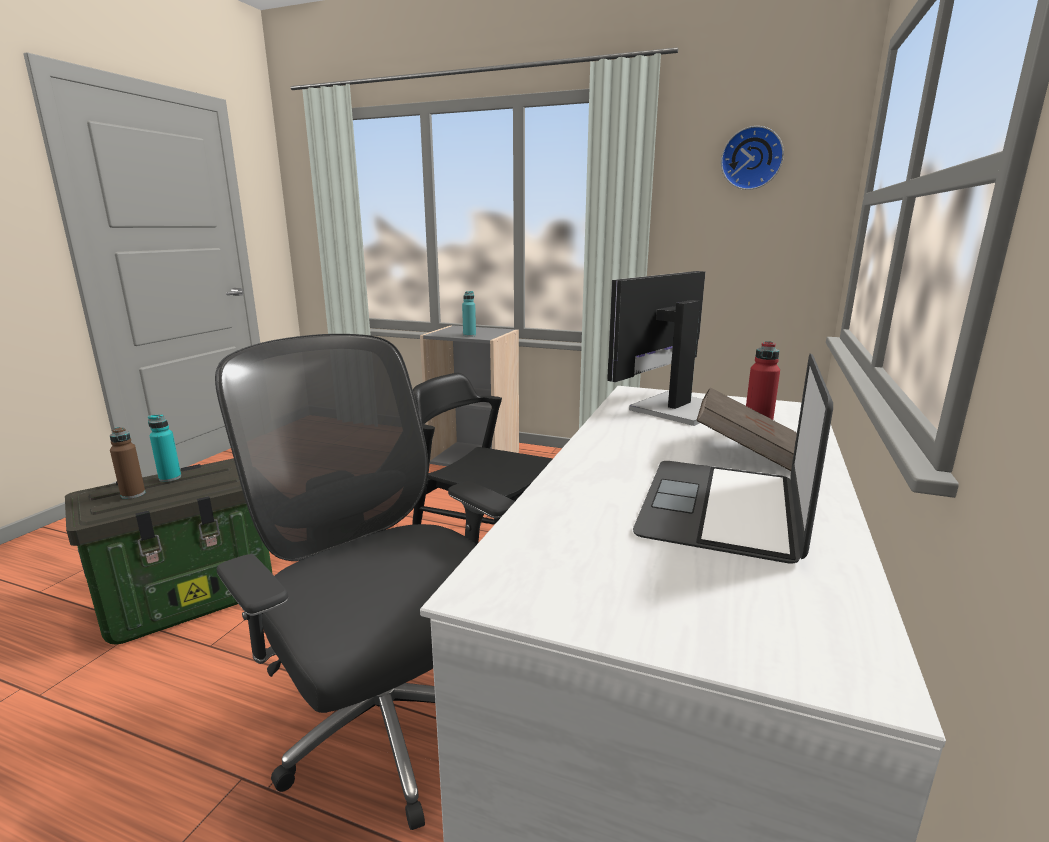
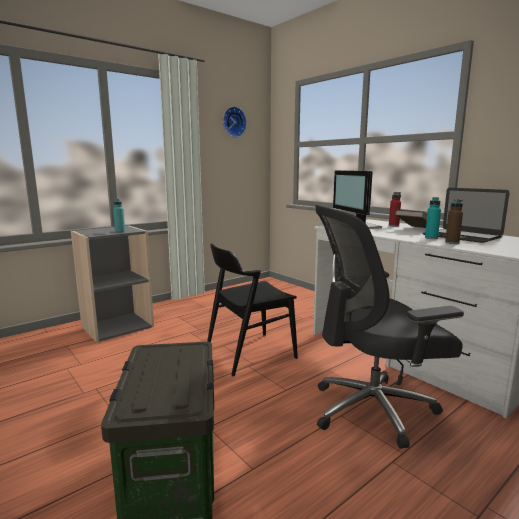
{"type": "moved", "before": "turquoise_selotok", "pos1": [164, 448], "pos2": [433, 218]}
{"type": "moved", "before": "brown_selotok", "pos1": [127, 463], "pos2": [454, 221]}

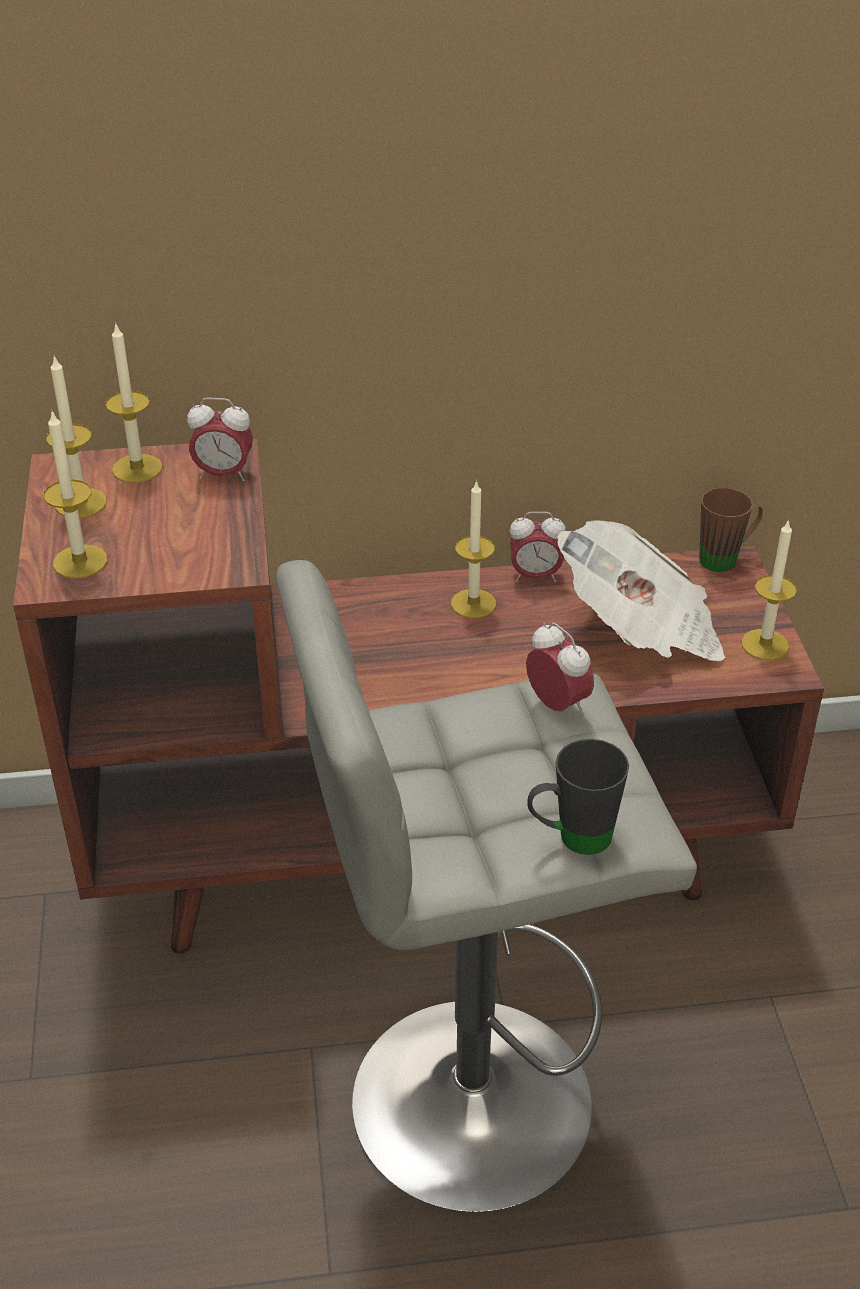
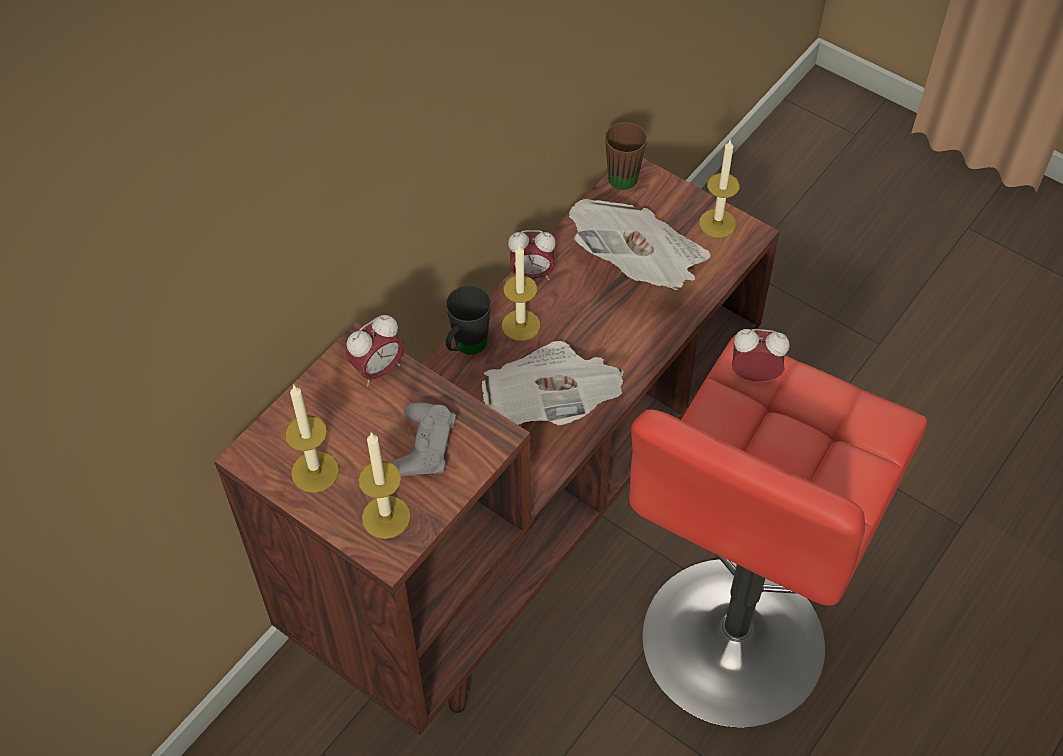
{"type": "removed", "before": "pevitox", "pos1": [134, 402]}
{"type": "turned", "before": "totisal", "pos1": [538, 547], "pos2": [532, 255], "turn": 45}
{"type": "recoloured", "before": "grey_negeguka", "after": "red_negeguka", "pos1": [486, 886], "pos2": [778, 531]}
{"type": "moved", "before": "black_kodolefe", "pos1": [578, 797], "pos2": [468, 320]}
{"type": "added", "after": "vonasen", "pos2": [552, 383]}
{"type": "added", "after": "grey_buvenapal", "pos2": [424, 439]}

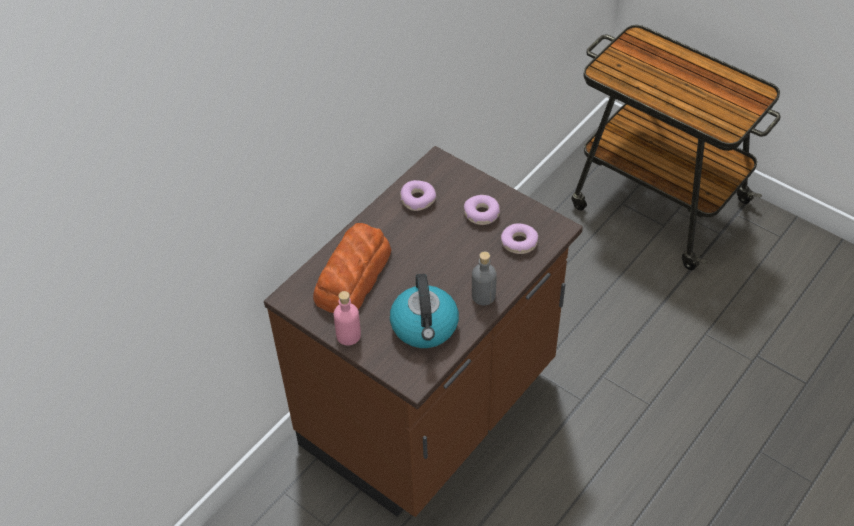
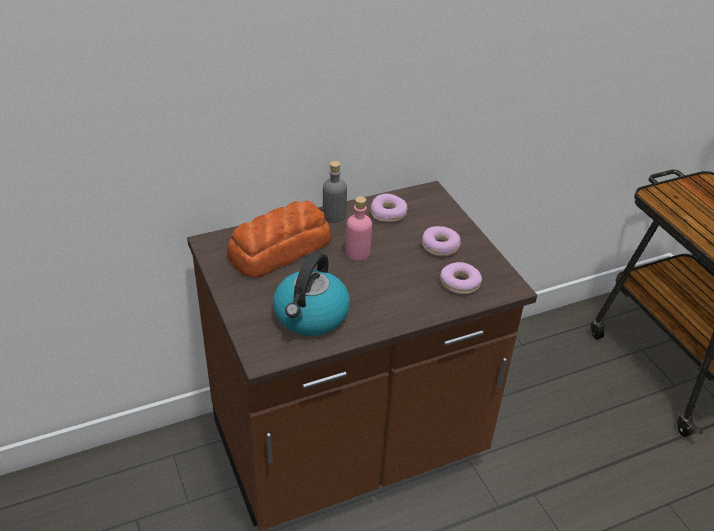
{"type": "moved", "before": "grey_selotok", "pos1": [484, 278], "pos2": [335, 192]}
{"type": "moved", "before": "pink_selotok", "pos1": [347, 318], "pos2": [359, 228]}

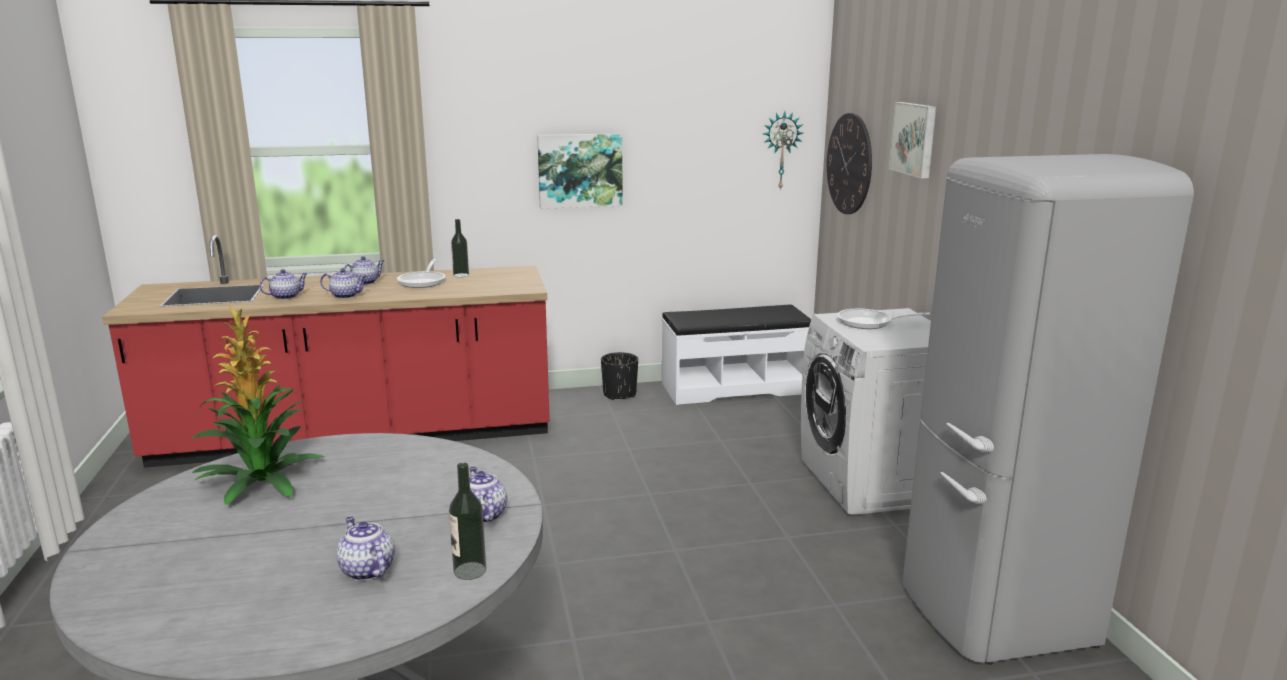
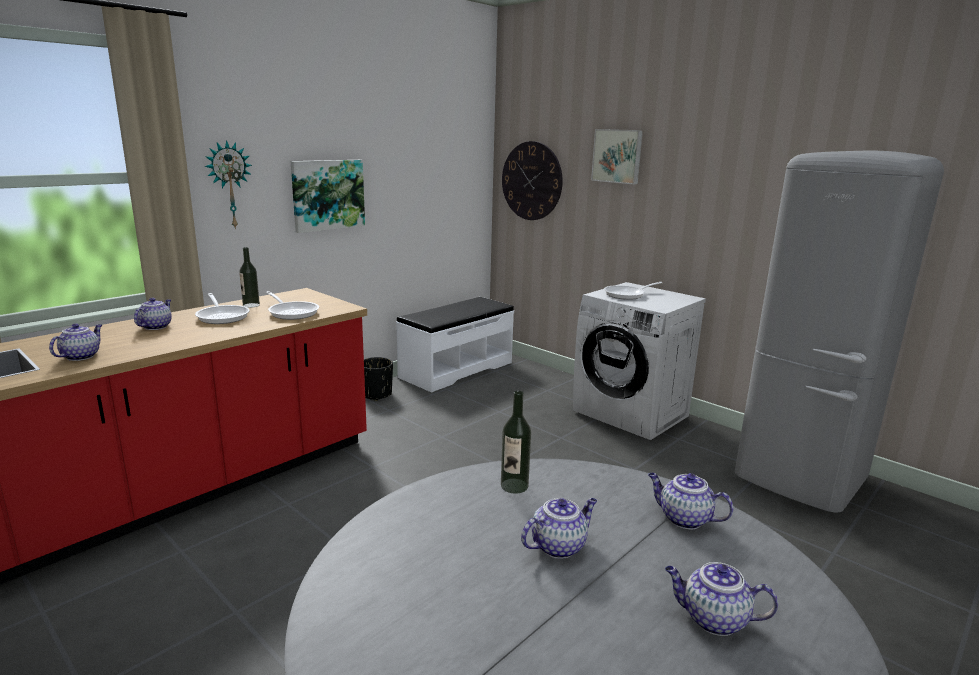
{"type": "moved", "before": "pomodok", "pos1": [783, 151], "pos2": [228, 185]}
{"type": "moved", "before": "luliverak", "pos1": [343, 284], "pos2": [559, 528]}
{"type": "removed", "before": "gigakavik", "pos1": [258, 405]}
{"type": "moved", "before": "selotok", "pos1": [467, 521], "pos2": [516, 442]}
{"type": "added", "after": "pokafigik", "pos2": [292, 305]}

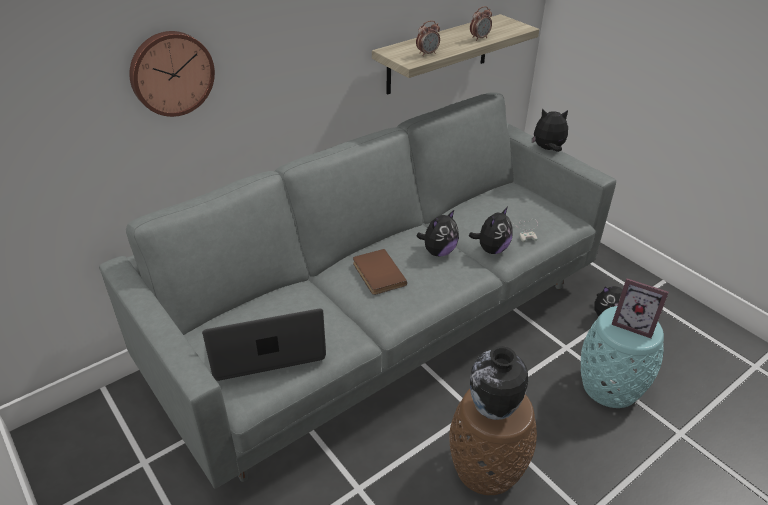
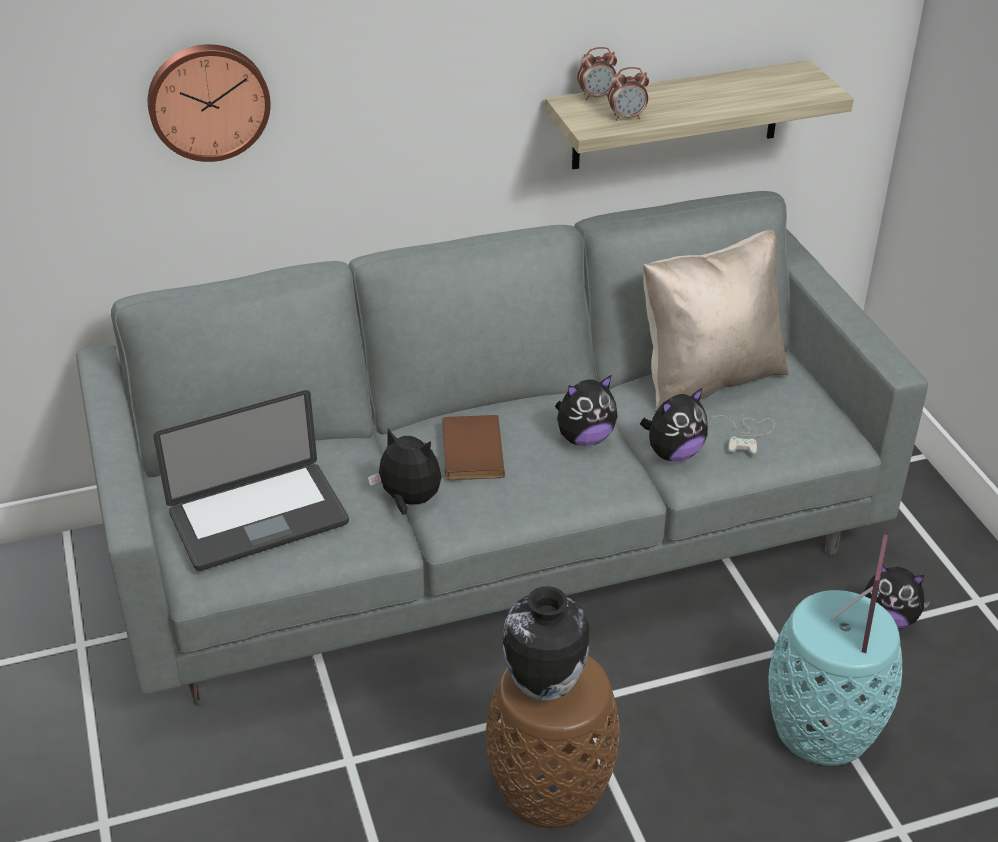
{"type": "moved", "before": "totisal", "pos1": [481, 23], "pos2": [597, 73]}
{"type": "moved", "before": "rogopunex", "pos1": [550, 130], "pos2": [404, 471]}
{"type": "turned", "before": "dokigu", "pos1": [640, 308], "pos2": [859, 593], "turn": -120}
{"type": "turned", "before": "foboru", "pos1": [264, 345], "pos2": [251, 480], "turn": 150}
{"type": "added", "after": "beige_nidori", "pos2": [715, 321]}

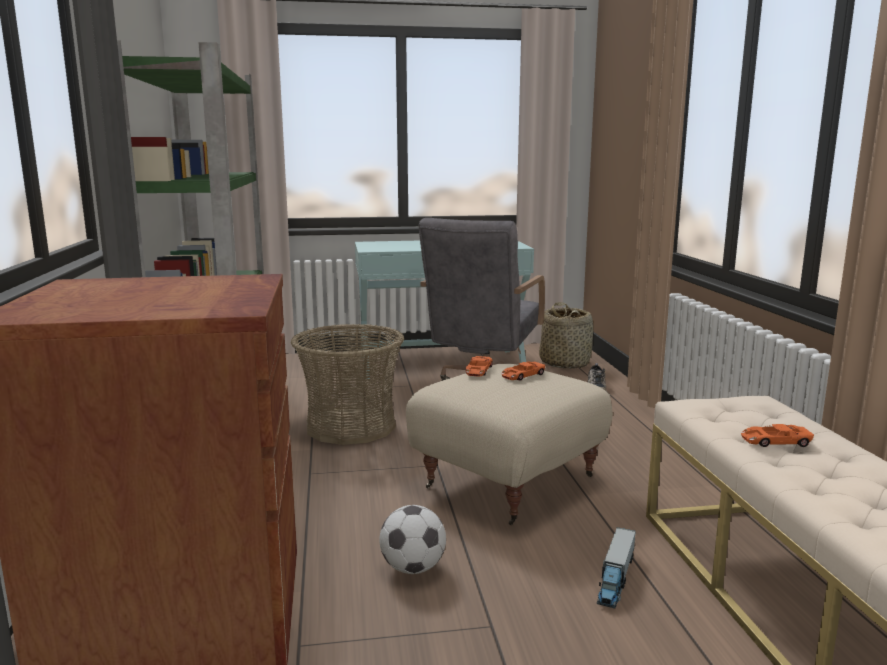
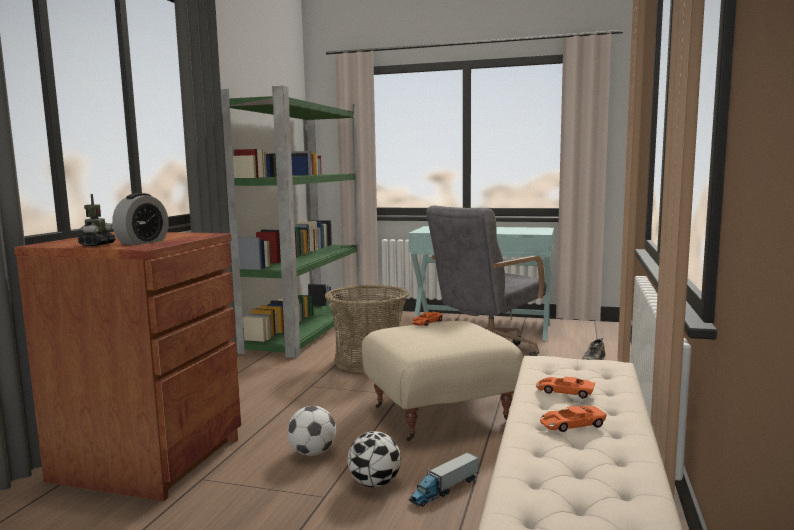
{"type": "removed", "before": "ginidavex", "pos1": [566, 335]}
{"type": "moved", "before": "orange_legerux", "pos1": [523, 371], "pos2": [573, 419]}
{"type": "added", "after": "totisal", "pos2": [140, 219]}
{"type": "added", "after": "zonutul", "pos2": [97, 220]}
{"type": "added", "after": "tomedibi", "pos2": [374, 459]}

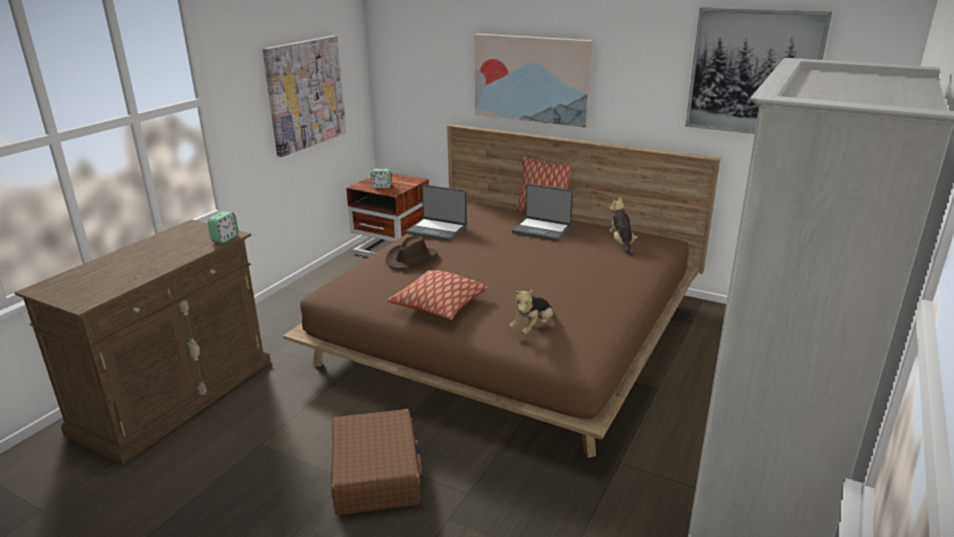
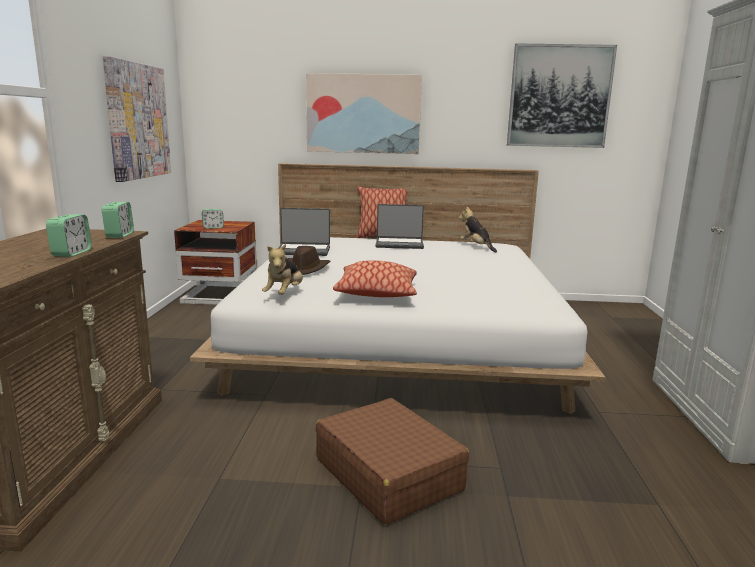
{"type": "recoloured", "before": "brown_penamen", "after": "white_penamen", "pos1": [501, 291], "pos2": [397, 288]}
{"type": "moved", "before": "rogopunex", "pos1": [531, 312], "pos2": [282, 269]}
{"type": "added", "after": "totisal", "pos2": [69, 235]}

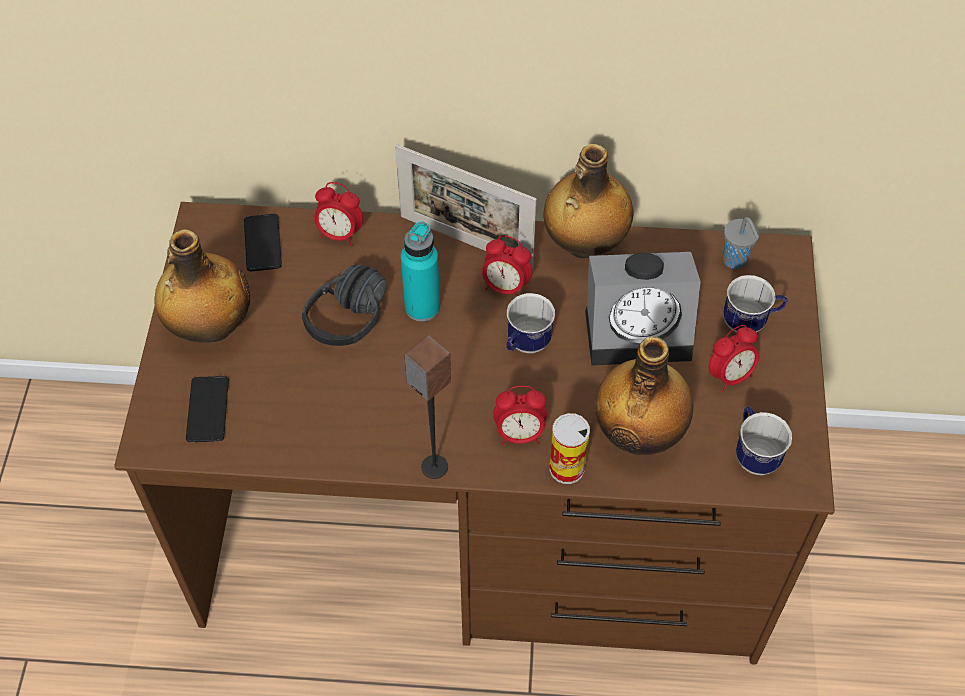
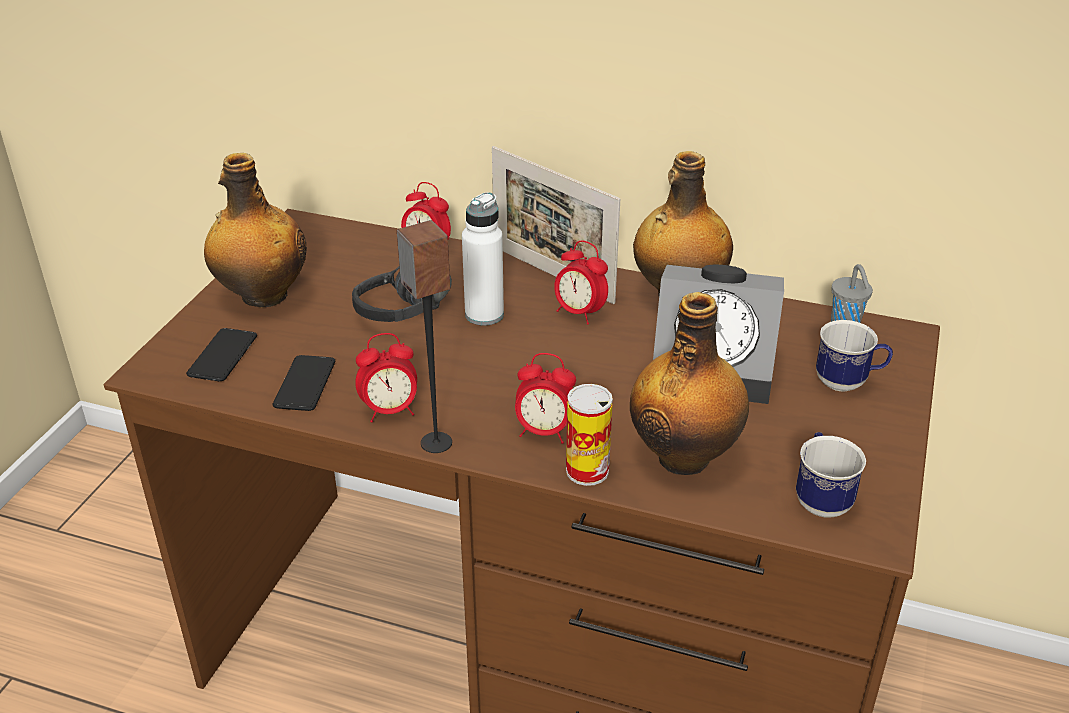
{"type": "moved", "before": "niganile", "pos1": [263, 242], "pos2": [304, 383]}
{"type": "recoloured", "before": "turquoise_selotok", "after": "white_selotok", "pos1": [420, 271], "pos2": [483, 259]}
{"type": "removed", "before": "kodolefe", "pos1": [531, 323]}
{"type": "moved", "before": "totisal", "pos1": [734, 358], "pos2": [386, 378]}

